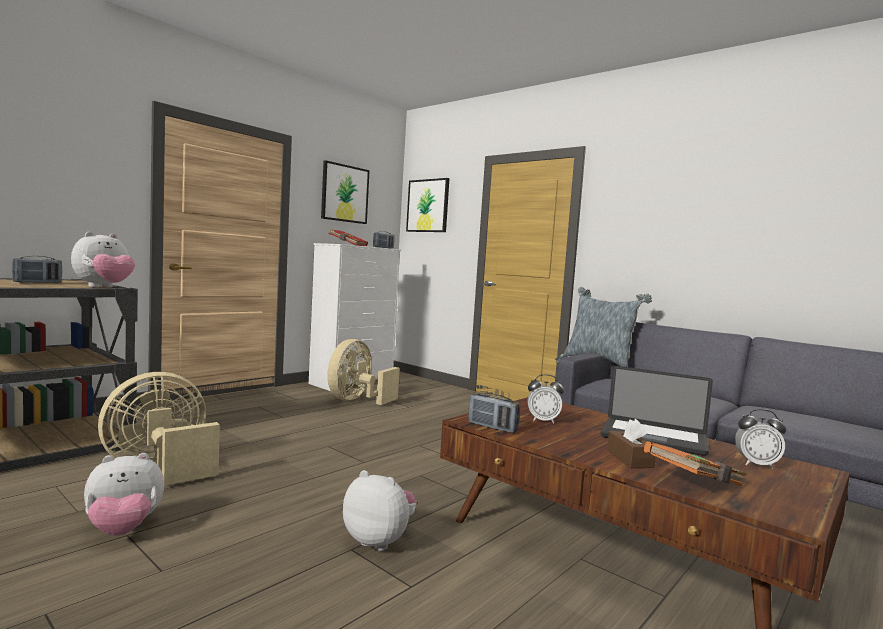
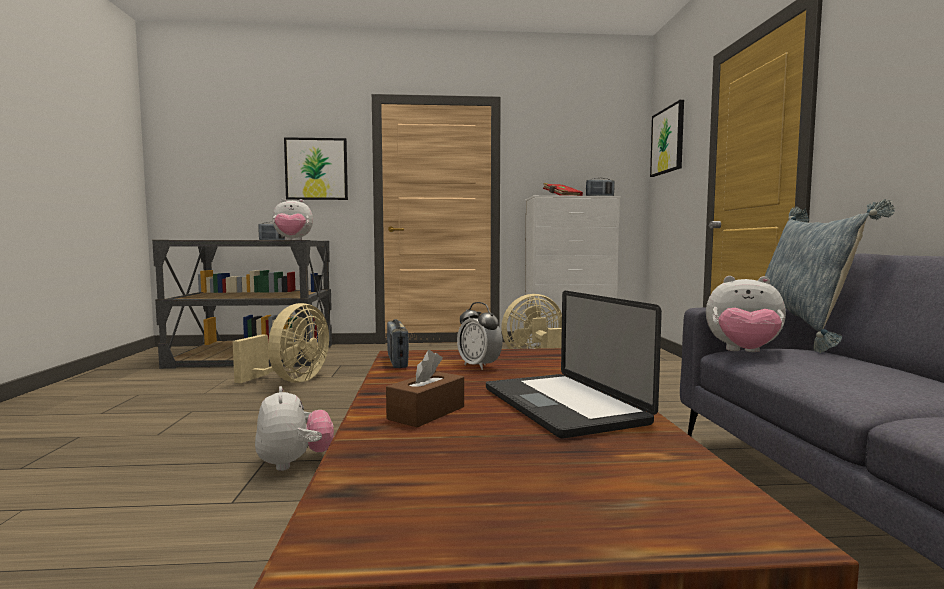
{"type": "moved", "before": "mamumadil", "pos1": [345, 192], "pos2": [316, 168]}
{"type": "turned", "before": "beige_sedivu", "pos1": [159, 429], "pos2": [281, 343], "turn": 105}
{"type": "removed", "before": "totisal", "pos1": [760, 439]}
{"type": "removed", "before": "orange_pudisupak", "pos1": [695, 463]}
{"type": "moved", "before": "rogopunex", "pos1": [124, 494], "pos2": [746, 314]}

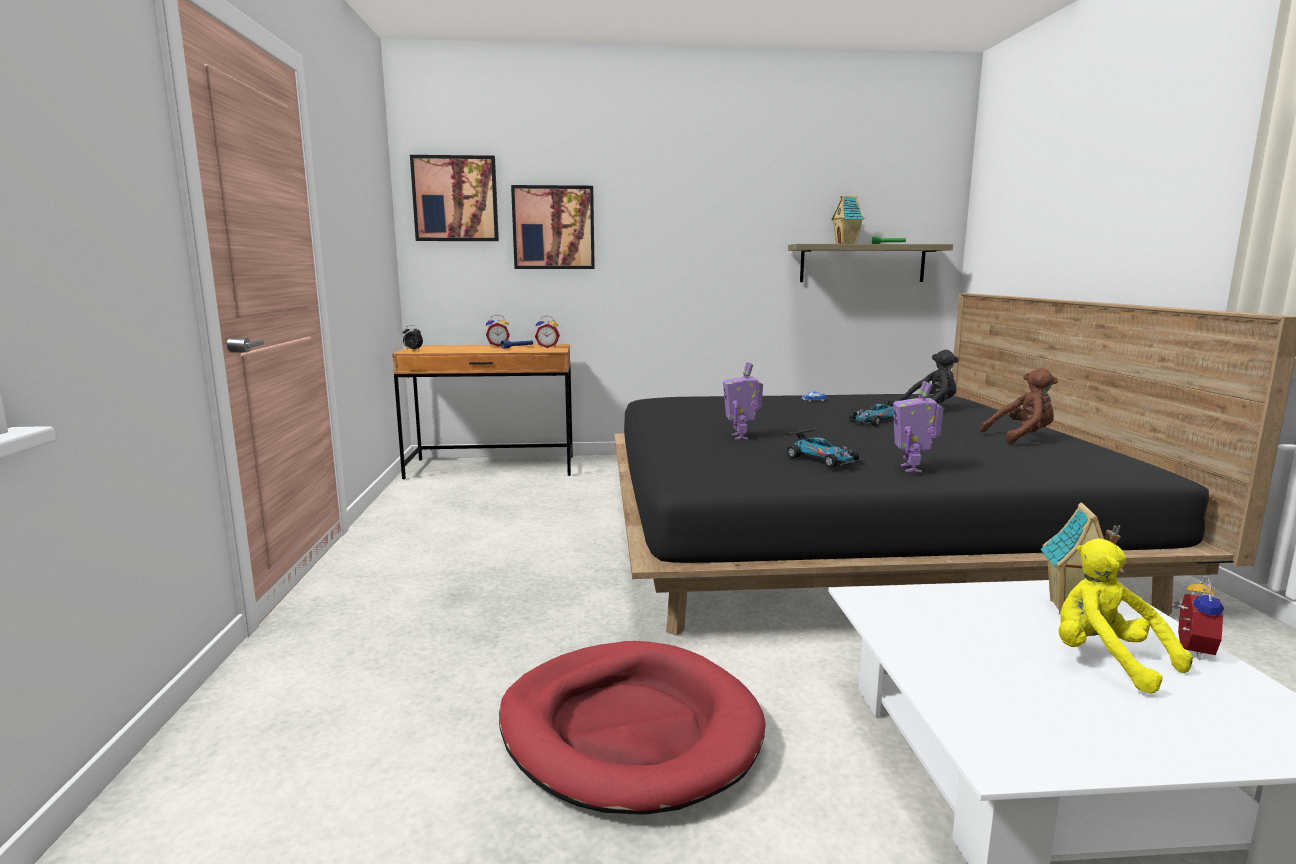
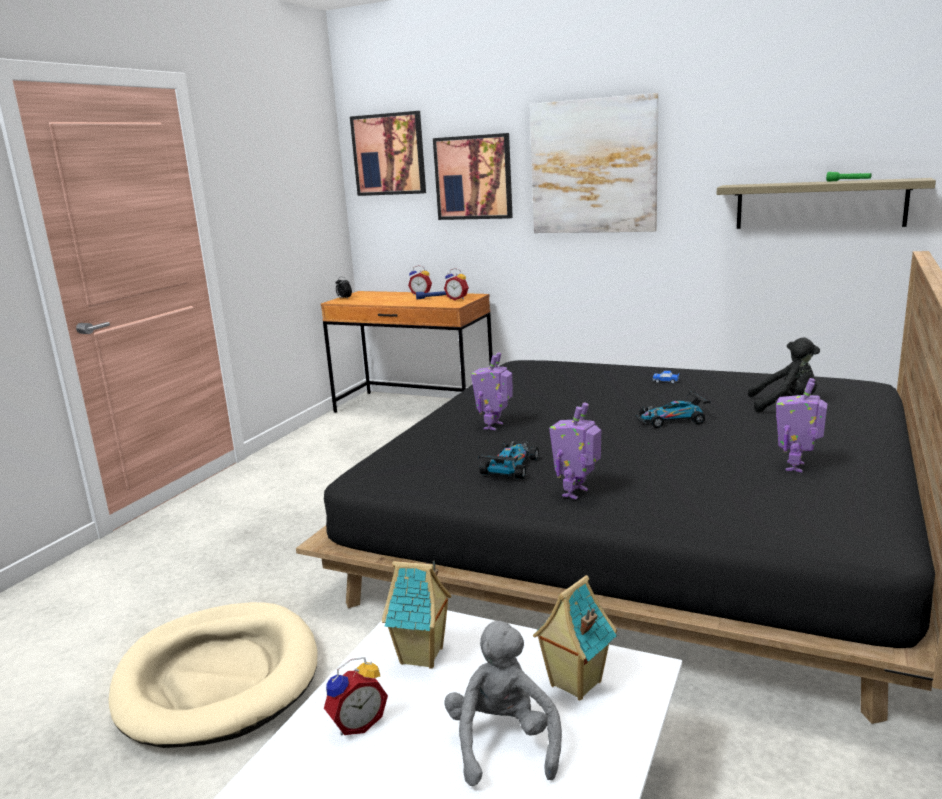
{"type": "moved", "before": "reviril", "pos1": [848, 219], "pos2": [416, 614]}
{"type": "replaced", "before": "brown_rogopunex", "after": "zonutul", "pos1": [1019, 406], "pos2": [801, 425]}
{"type": "turned", "before": "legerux", "pos1": [823, 446], "pos2": [509, 460], "turn": -150}
{"type": "recoloured", "before": "yellow_rogopunex", "after": "grey_rogopunex", "pos1": [1125, 616], "pos2": [503, 704]}
{"type": "moved", "before": "totisal", "pos1": [1198, 618], "pos2": [356, 696]}
{"type": "recoloured", "before": "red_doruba", "after": "beige_doruba", "pos1": [632, 728], "pos2": [213, 675]}
{"type": "added", "after": "mamumadil", "pos2": [594, 163]}

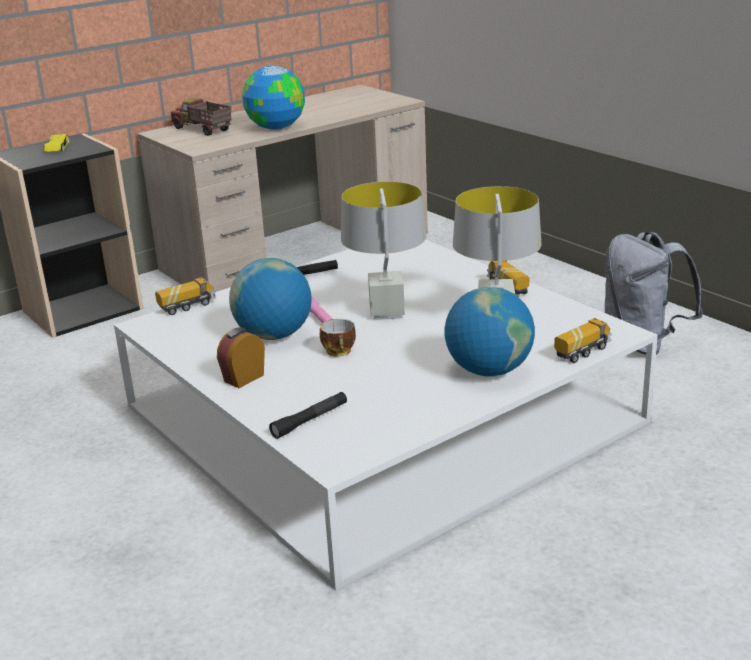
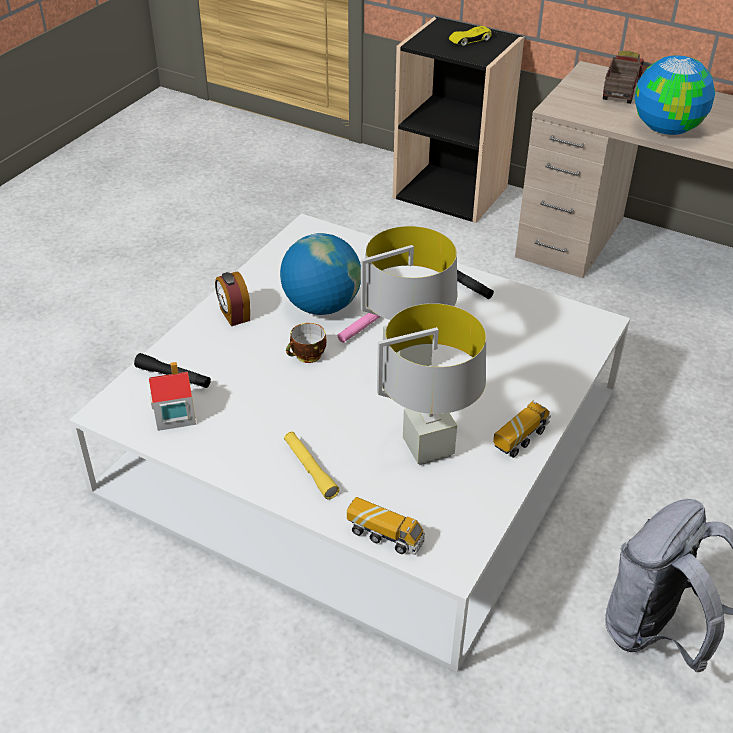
{"type": "removed", "before": "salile", "pos1": [185, 296]}
{"type": "replaced", "before": "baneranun", "after": "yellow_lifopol", "pos1": [490, 332], "pos2": [312, 465]}
{"type": "turned", "before": "totisal", "pos1": [241, 358], "pos2": [232, 299], "turn": -135}
{"type": "added", "after": "reviril", "pos2": [172, 396]}

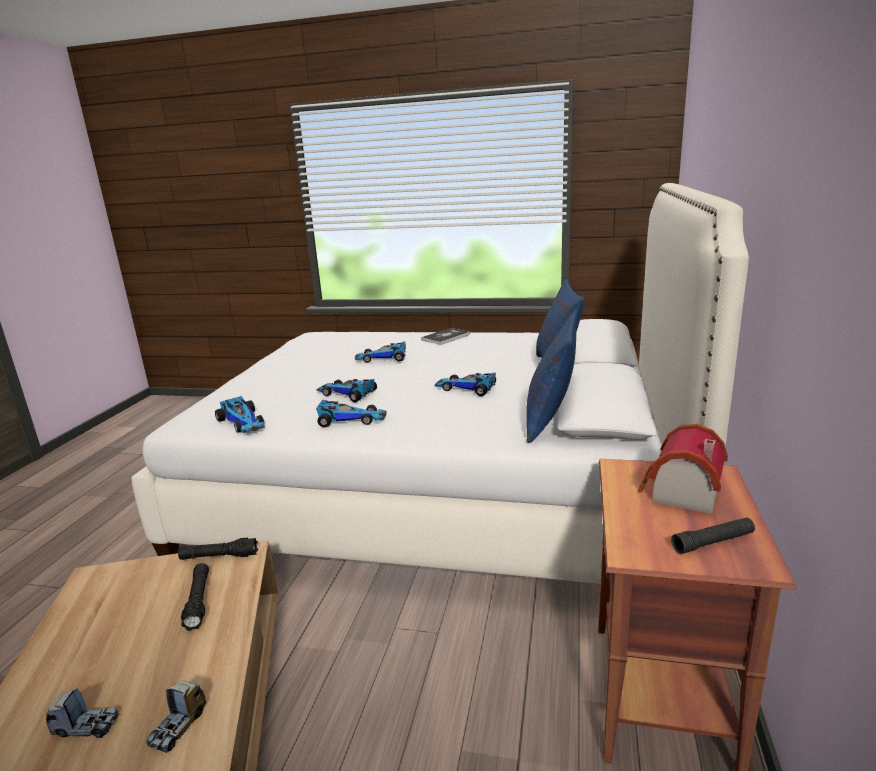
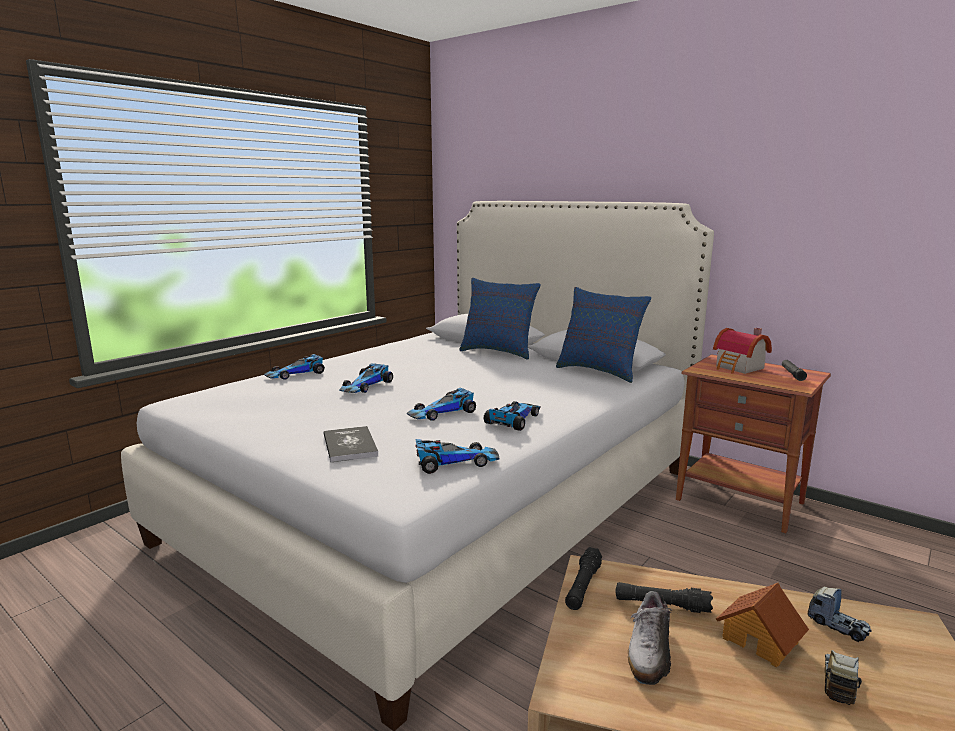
{"type": "moved", "before": "pudisupak", "pos1": [445, 336], "pos2": [351, 444]}
{"type": "moved", "before": "legerux", "pos1": [465, 384], "pos2": [294, 367]}
{"type": "added", "after": "reviril", "pos2": [762, 625]}
{"type": "added", "after": "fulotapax", "pos2": [648, 638]}

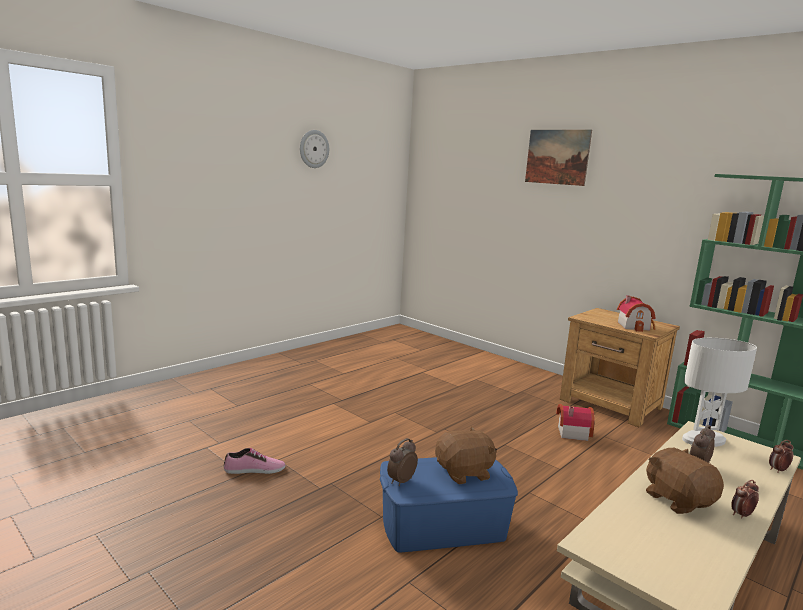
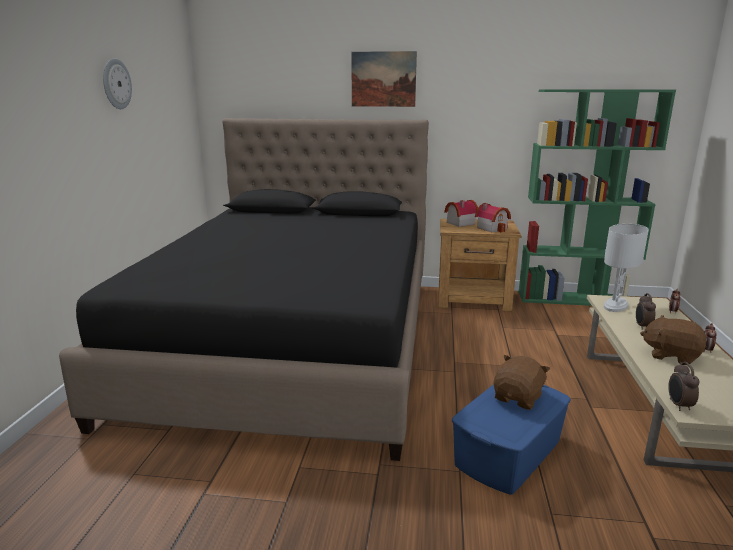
{"type": "moved", "before": "reviril", "pos1": [575, 422], "pos2": [461, 213]}
{"type": "moved", "before": "totisal", "pos1": [402, 462], "pos2": [684, 386]}
{"type": "removed", "before": "fulotapax", "pos1": [255, 461]}
{"type": "added", "after": "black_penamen", "pos2": [244, 289]}

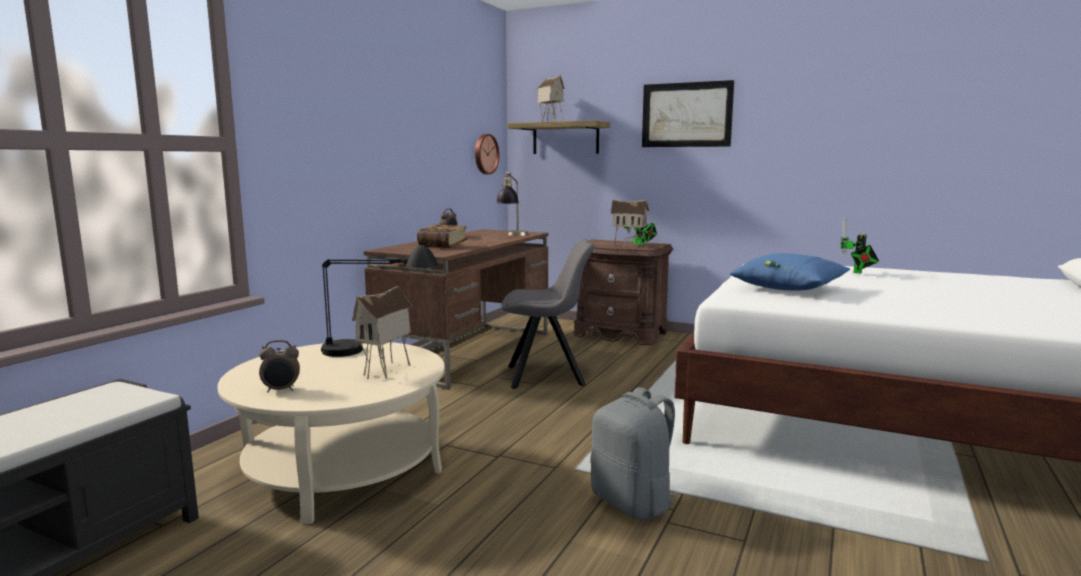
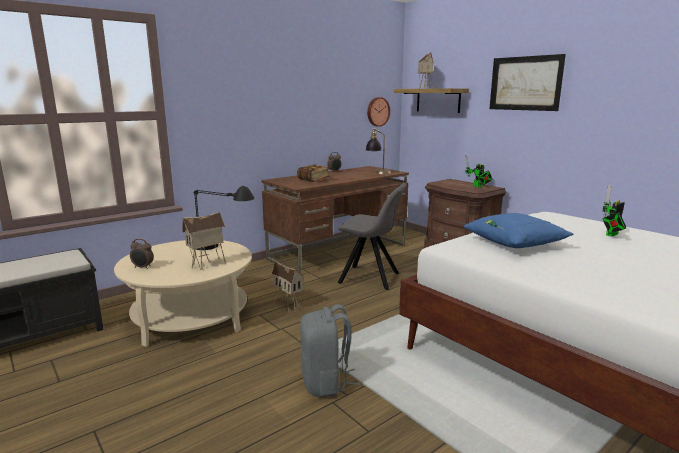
{"type": "moved", "before": "reviril", "pos1": [629, 223], "pos2": [288, 286]}

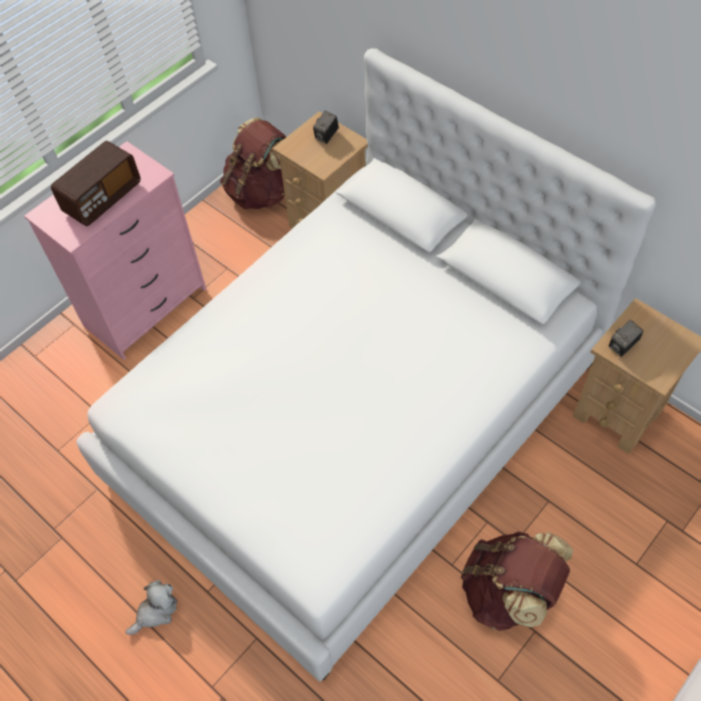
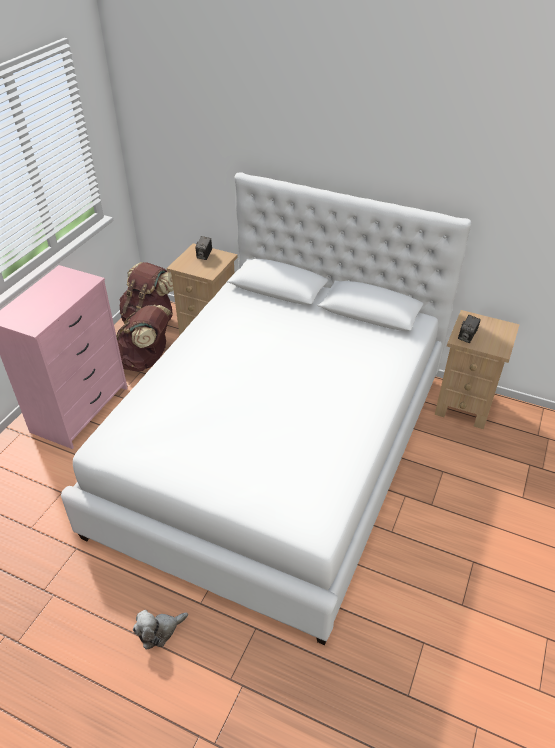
{"type": "removed", "before": "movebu", "pos1": [96, 183]}
{"type": "moved", "before": "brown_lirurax", "pos1": [517, 581], "pos2": [143, 338]}
{"type": "turned", "before": "rogopunex", "pos1": [151, 607], "pos2": [160, 629], "turn": -150}

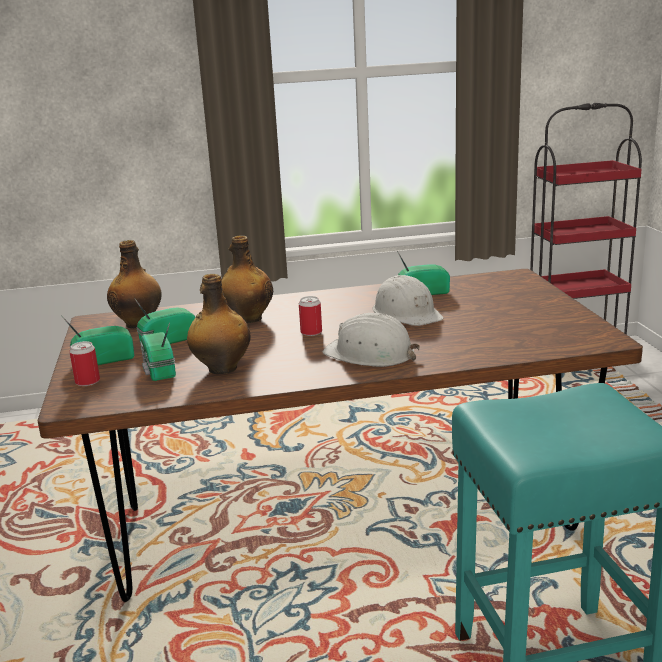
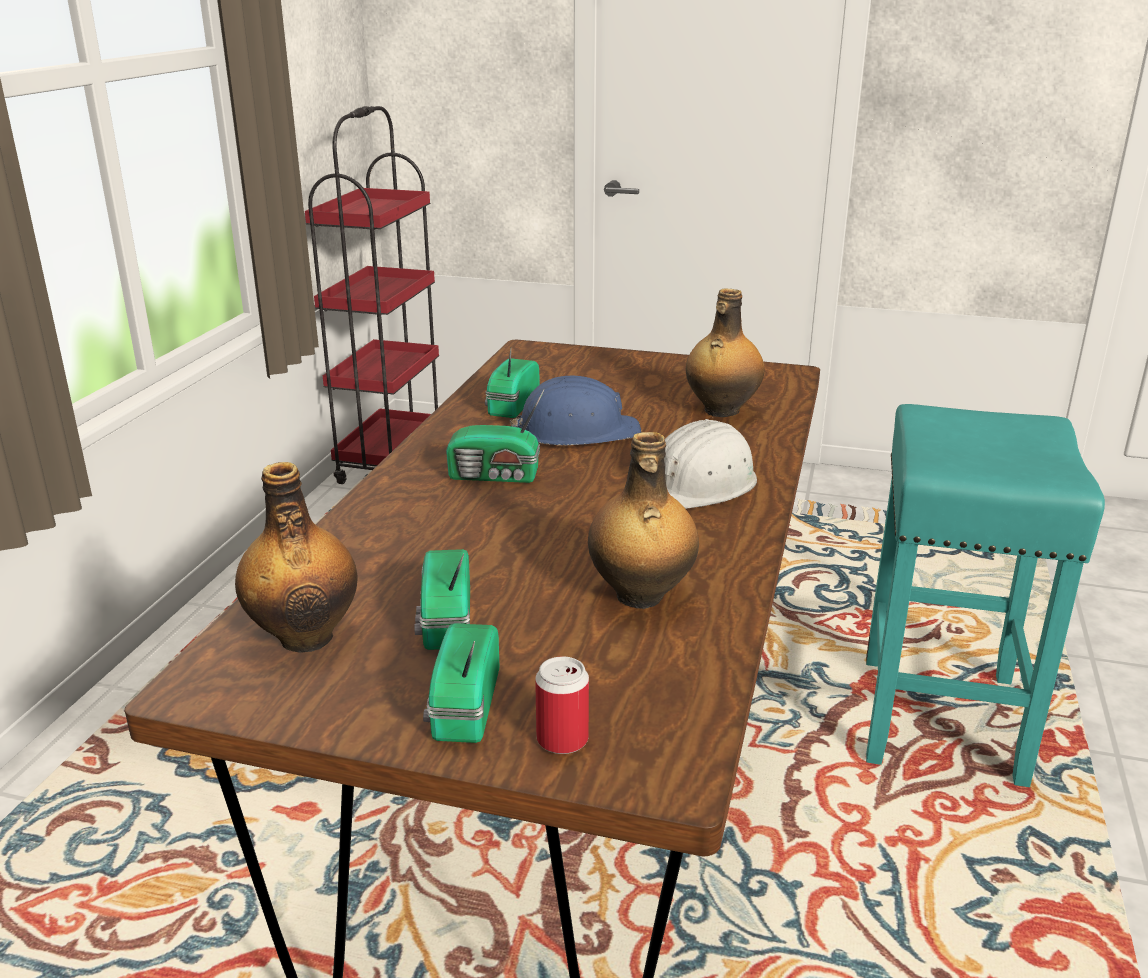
{"type": "moved", "before": "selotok", "pos1": [247, 279], "pos2": [725, 352]}
{"type": "recoloured", "before": "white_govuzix", "after": "blue_govuzix", "pos1": [408, 300], "pos2": [575, 410]}
{"type": "removed", "before": "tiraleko", "pos1": [310, 316]}
{"type": "moved", "before": "movebu", "pos1": [158, 351], "pos2": [495, 436]}

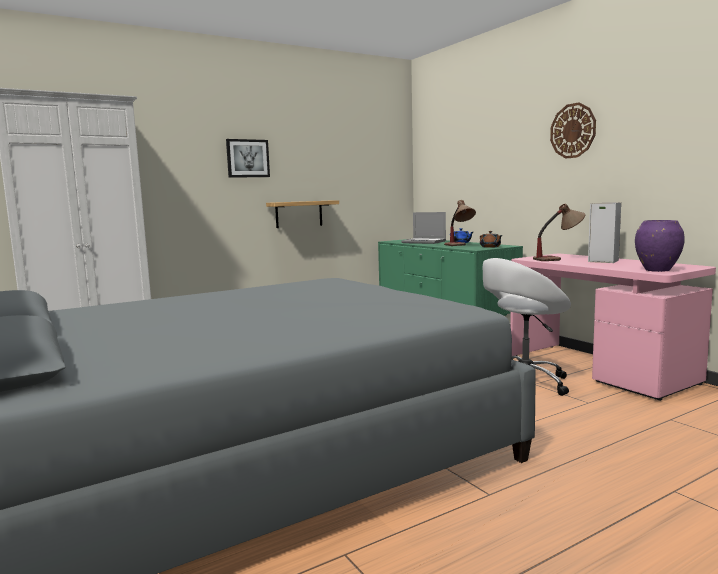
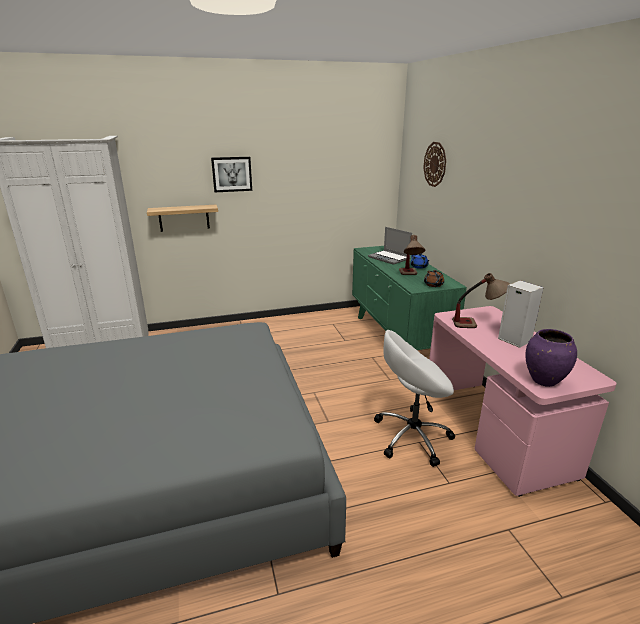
{"type": "moved", "before": "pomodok", "pos1": [573, 130], "pos2": [434, 164]}
{"type": "moved", "before": "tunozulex", "pos1": [302, 214], "pos2": [182, 218]}

